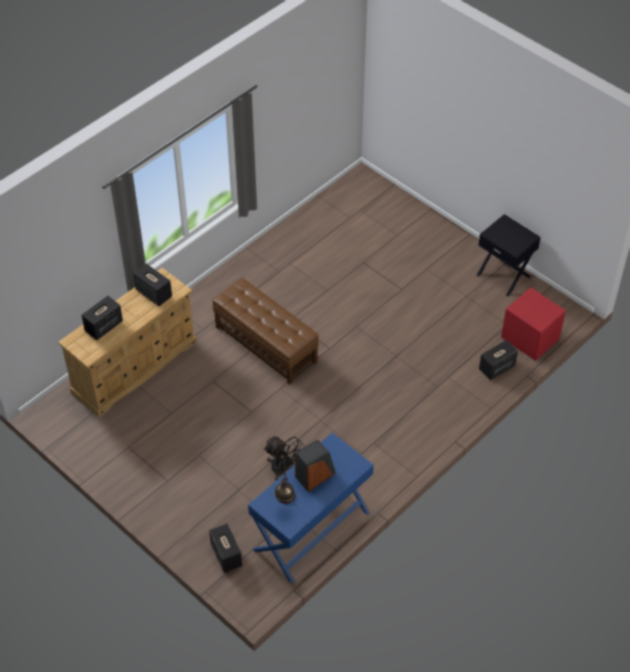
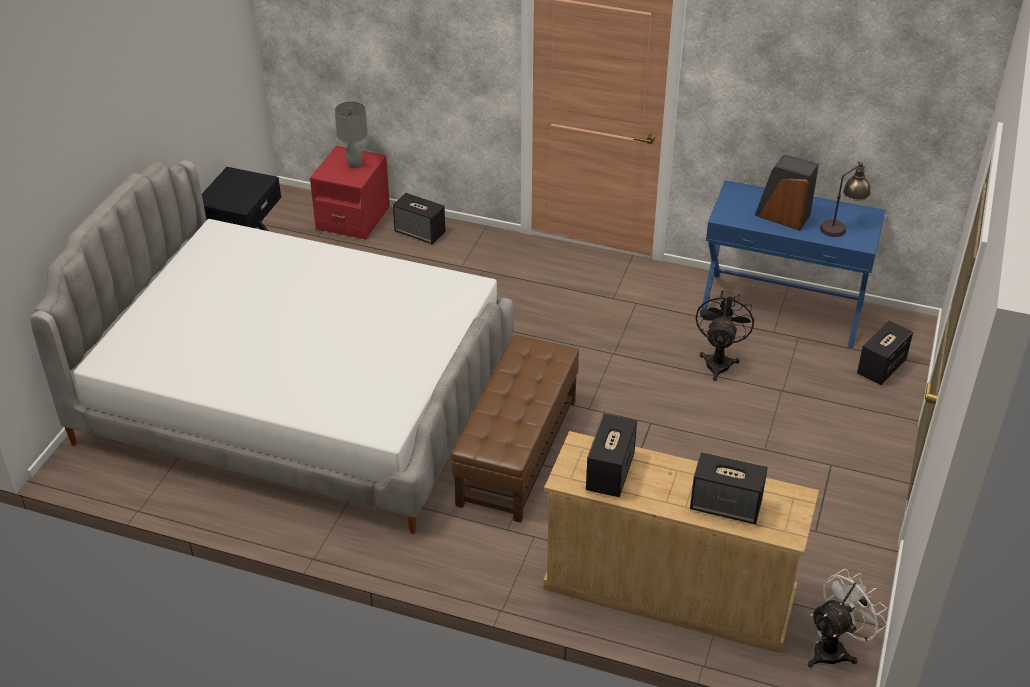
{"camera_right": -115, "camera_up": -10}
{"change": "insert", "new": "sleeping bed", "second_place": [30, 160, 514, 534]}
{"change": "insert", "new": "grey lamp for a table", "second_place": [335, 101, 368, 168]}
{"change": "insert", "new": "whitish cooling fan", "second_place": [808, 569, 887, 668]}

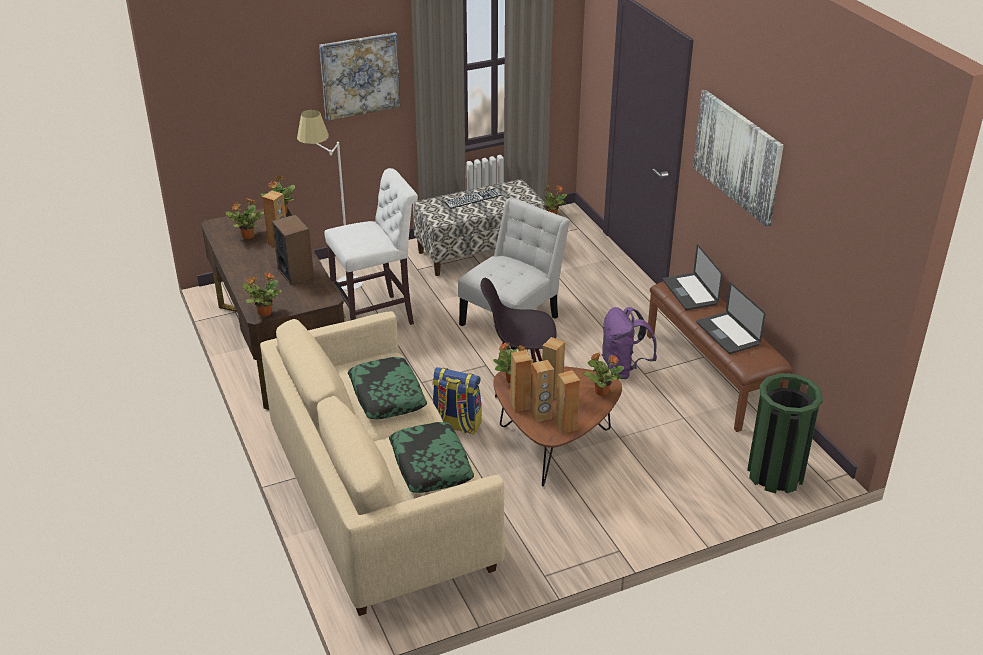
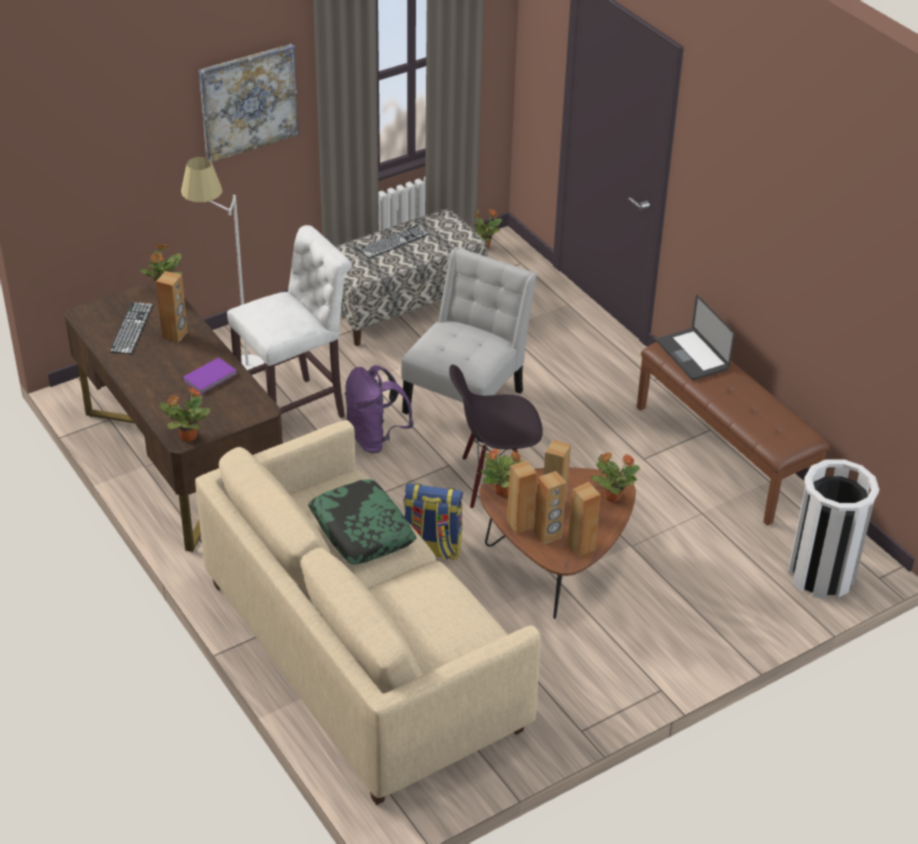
{"camera_right": -10, "camera_up": 5}
{"change": "replace", "old": "plant in a pot", "new": "PC keyboard", "first_place": [226, 198, 264, 239], "second_place": [109, 302, 153, 354]}
{"change": "replace", "old": "loudspeaker", "new": "purple-coloured book", "first_place": [272, 214, 314, 285], "second_place": [182, 357, 237, 394]}
{"change": "delete", "old": "cushion", "first_place": [389, 422, 474, 493]}
{"change": "move", "old": "purple-coloured knapsack", "first_place": [602, 307, 657, 379], "second_place": [345, 365, 414, 453]}
{"change": "delete", "old": "wall picture", "first_place": [693, 90, 784, 227]}
{"change": "delete", "old": "laptop", "first_place": [696, 283, 765, 354]}
{"change": "recolor", "old": "green trash can", "new": "whitish trash can", "first_place": [747, 373, 823, 493], "second_place": [788, 459, 879, 599]}

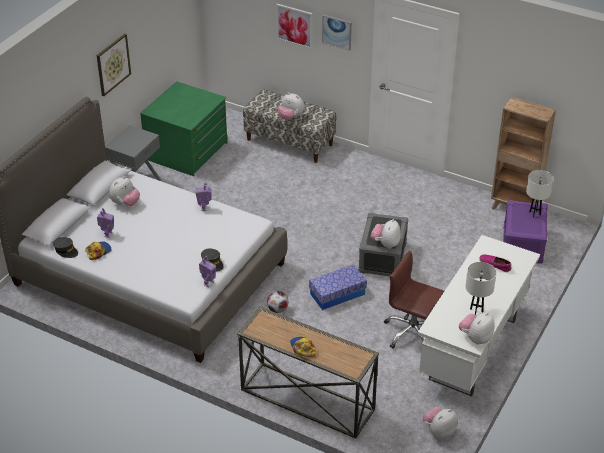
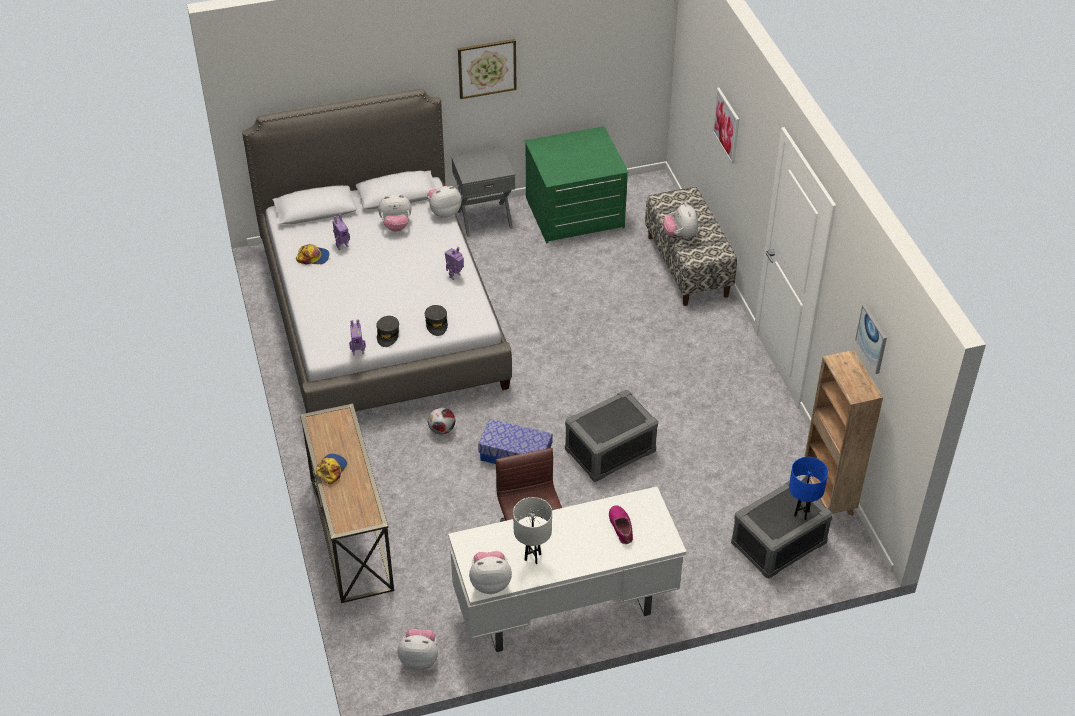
{"camera_right": 45, "camera_up": 5}
{"change": "move", "old": "grey baseball cap", "first_place": [53, 237, 78, 258], "second_place": [425, 305, 448, 336]}
{"change": "move", "old": "wall picture", "first_place": [322, 15, 352, 51], "second_place": [855, 304, 887, 374]}
{"change": "move", "old": "plush toy", "first_place": [371, 219, 400, 249], "second_place": [427, 186, 461, 218]}
{"change": "recolor", "old": "purple-coloured storage box", "new": "grey storage box", "first_place": [503, 200, 548, 264], "second_place": [731, 481, 833, 578]}
{"change": "recolor", "old": "whitish lamp for a table", "new": "bluish lamp for a table", "first_place": [526, 170, 554, 217], "second_place": [789, 457, 828, 520]}

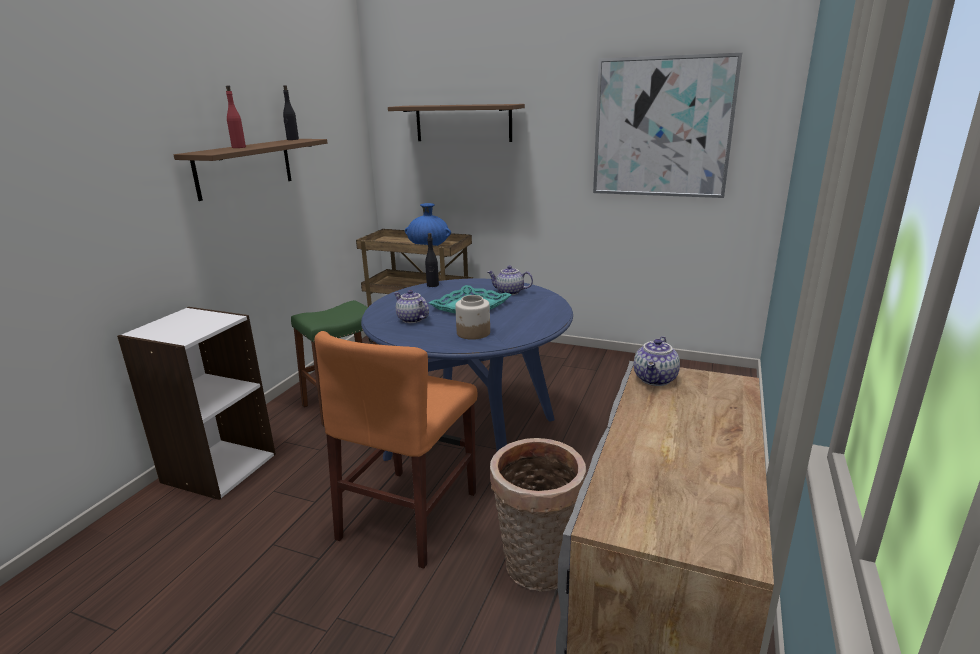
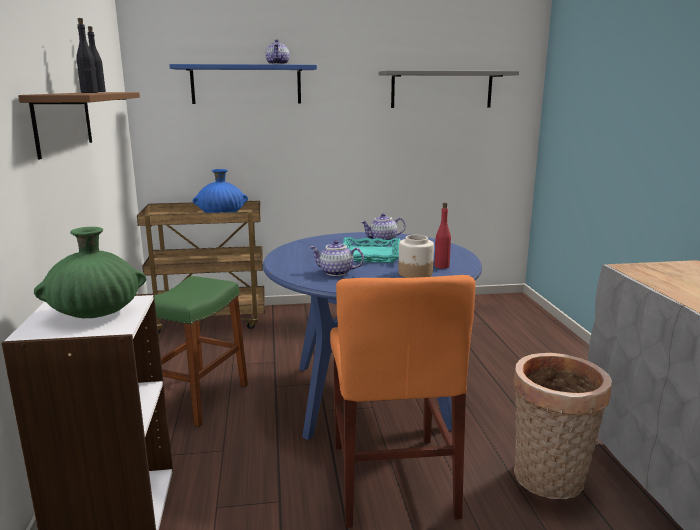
{"camera_right": -30, "camera_up": -5}
{"change": "move", "old": "red-coloured bottle", "first_place": [226, 86, 246, 148], "second_place": [434, 203, 451, 269]}
{"change": "recolor", "old": "brown bracket shelf", "new": "bluish bracket shelf", "first_place": [388, 104, 525, 142], "second_place": [169, 64, 317, 104]}
{"change": "move", "old": "black bottle", "first_place": [425, 233, 439, 287], "second_place": [76, 18, 98, 93]}
{"change": "replace", "old": "wall picture", "new": "grey bracket shelf", "first_place": [593, 53, 742, 198], "second_place": [379, 70, 519, 108]}
{"change": "move", "old": "pot for tea", "first_place": [634, 336, 680, 386], "second_place": [265, 39, 289, 65]}
{"change": "insert", "new": "green flower vase", "second_place": [34, 227, 146, 318]}

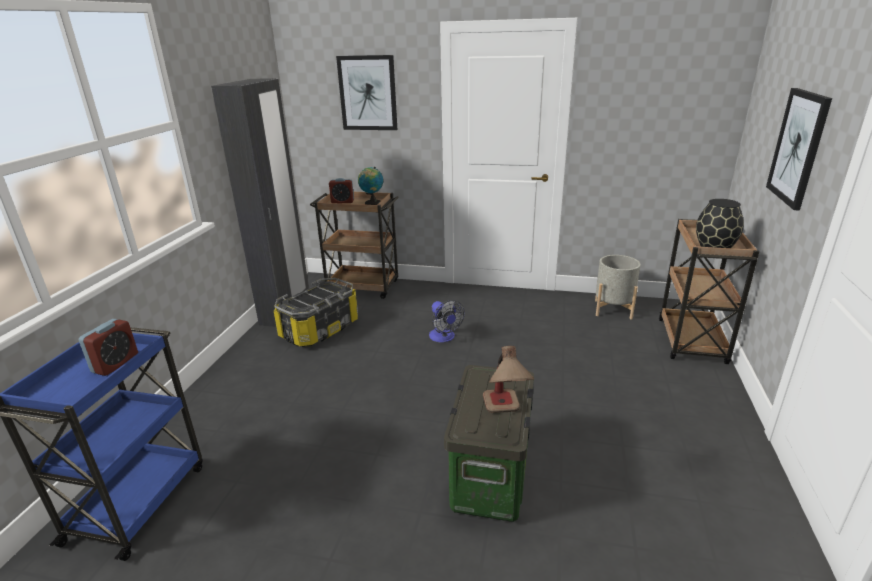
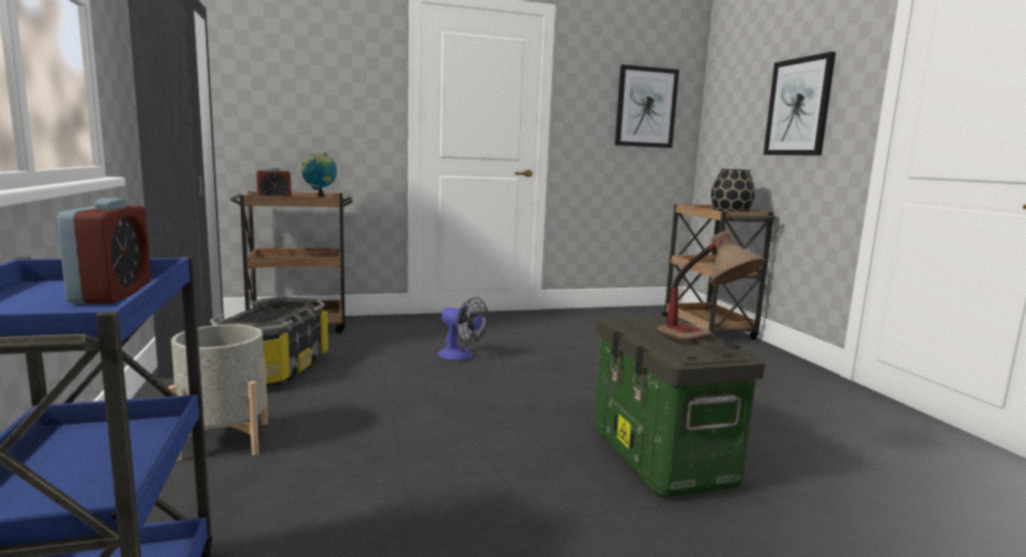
{"camera_right": -30, "camera_up": -15}
{"change": "move", "old": "wall picture", "first_place": [336, 55, 397, 130], "second_place": [615, 65, 679, 148]}
{"change": "move", "old": "grey plant pot", "first_place": [595, 255, 641, 319], "second_place": [168, 324, 268, 462]}

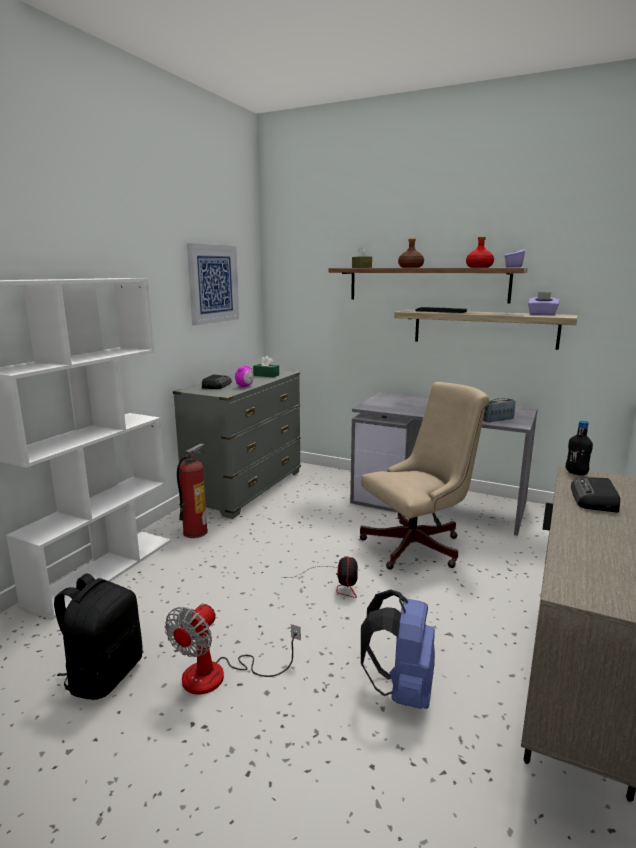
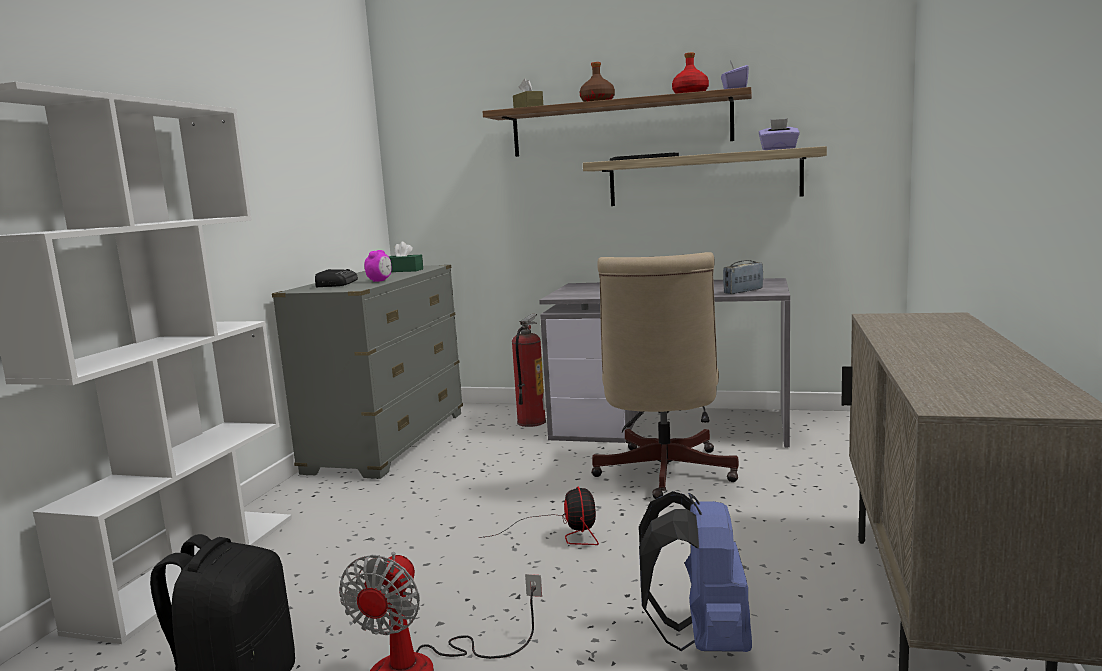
{"camera_right": -10, "camera_up": -5}
{"change": "move", "old": "extinguisher", "first_place": [177, 443, 208, 538], "second_place": [512, 314, 546, 427]}
{"change": "delete", "old": "wall picture", "first_place": [187, 243, 239, 325]}
{"change": "rotate", "old": "beige computer chair", "first_place": [360, 382, 489, 570], "second_place": [591, 252, 739, 499], "degrees": 135}
{"change": "delete", "old": "black bottle", "first_place": [566, 421, 593, 476]}
{"change": "delete", "old": "radio set", "first_place": [571, 477, 620, 513]}

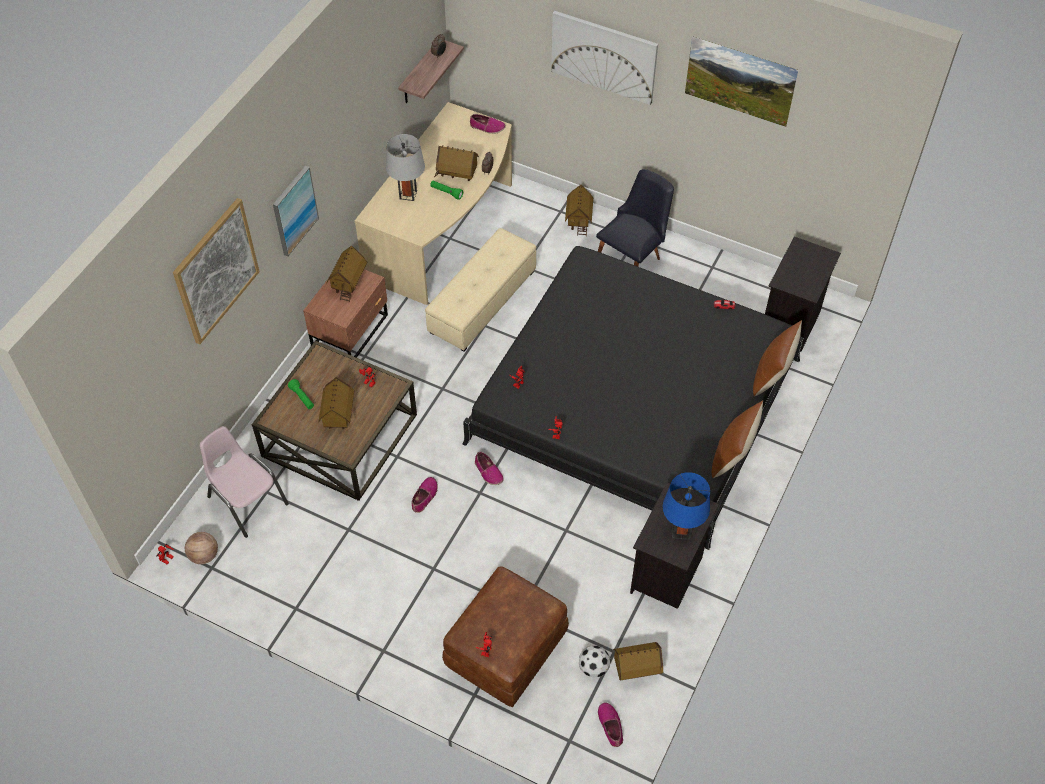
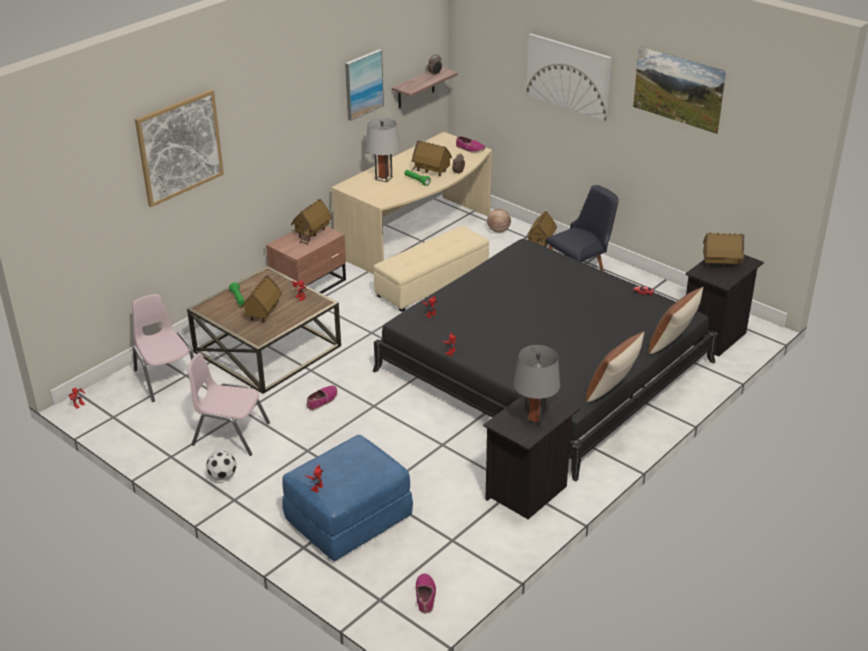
{"camera_right": 15, "camera_up": -20}
{"change": "move", "old": "basketball", "first_place": [185, 532, 218, 564], "second_place": [487, 209, 511, 233]}
{"change": "move", "old": "wall picture", "first_place": [273, 166, 319, 257], "second_place": [345, 49, 384, 121]}
{"change": "recolor", "old": "brown footrest", "new": "bluish footrest", "first_place": [442, 566, 569, 707], "second_place": [282, 435, 413, 561]}
{"change": "delete", "old": "low shoe", "first_place": [475, 452, 504, 485]}
{"change": "move", "old": "football", "first_place": [579, 645, 610, 678], "second_place": [206, 451, 237, 481]}
{"change": "move", "old": "model house", "first_place": [613, 642, 663, 681], "second_place": [703, 233, 744, 268]}
{"change": "recolor", "old": "bluish lamp for a table", "new": "grey lamp for a table", "first_place": [663, 472, 710, 540], "second_place": [513, 345, 560, 428]}
{"change": "insert", "new": "pinkish upright chair", "second_place": [187, 353, 270, 456]}

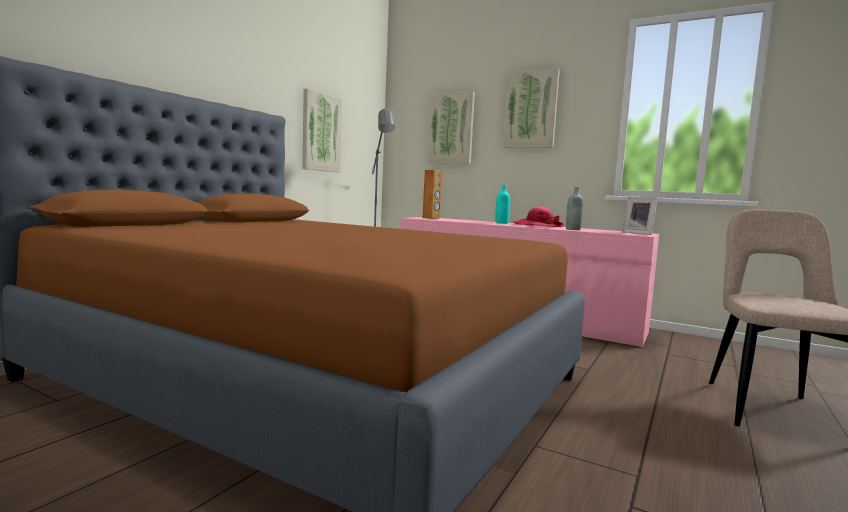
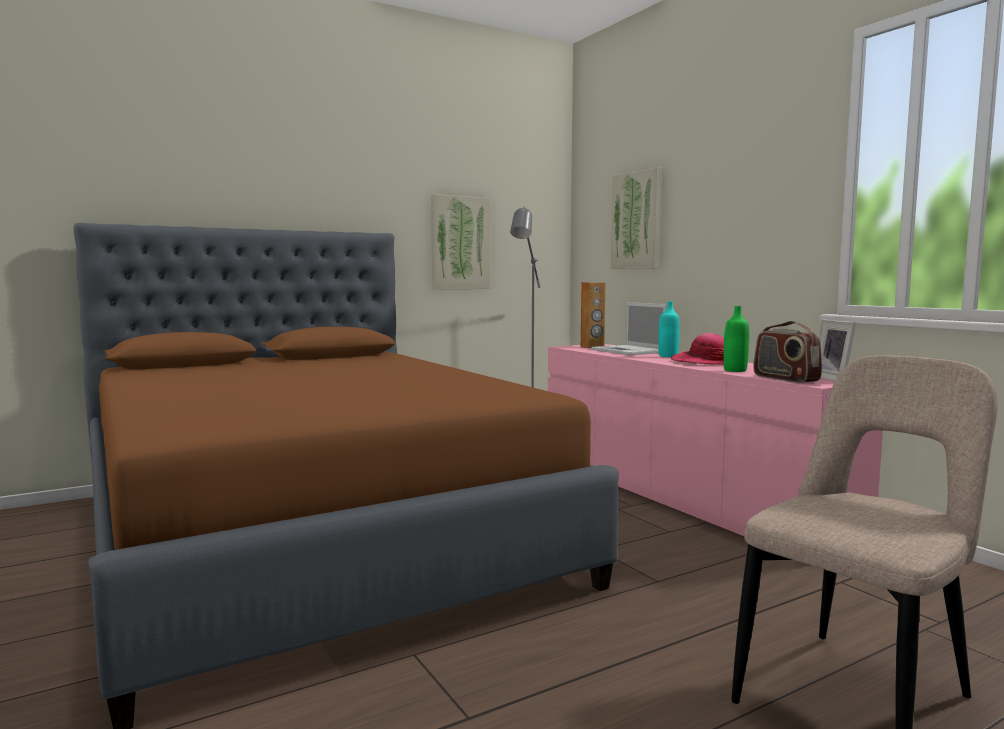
{"camera_right": 30, "camera_up": 0}
{"change": "delete", "old": "wall picture", "first_place": [503, 68, 560, 148]}
{"change": "recolor", "old": "grey bottle", "new": "green bottle", "first_place": [566, 187, 584, 230], "second_place": [723, 306, 749, 372]}
{"change": "insert", "new": "laptop", "second_place": [592, 302, 667, 355]}
{"change": "insert", "new": "radio set", "second_place": [753, 321, 822, 383]}

